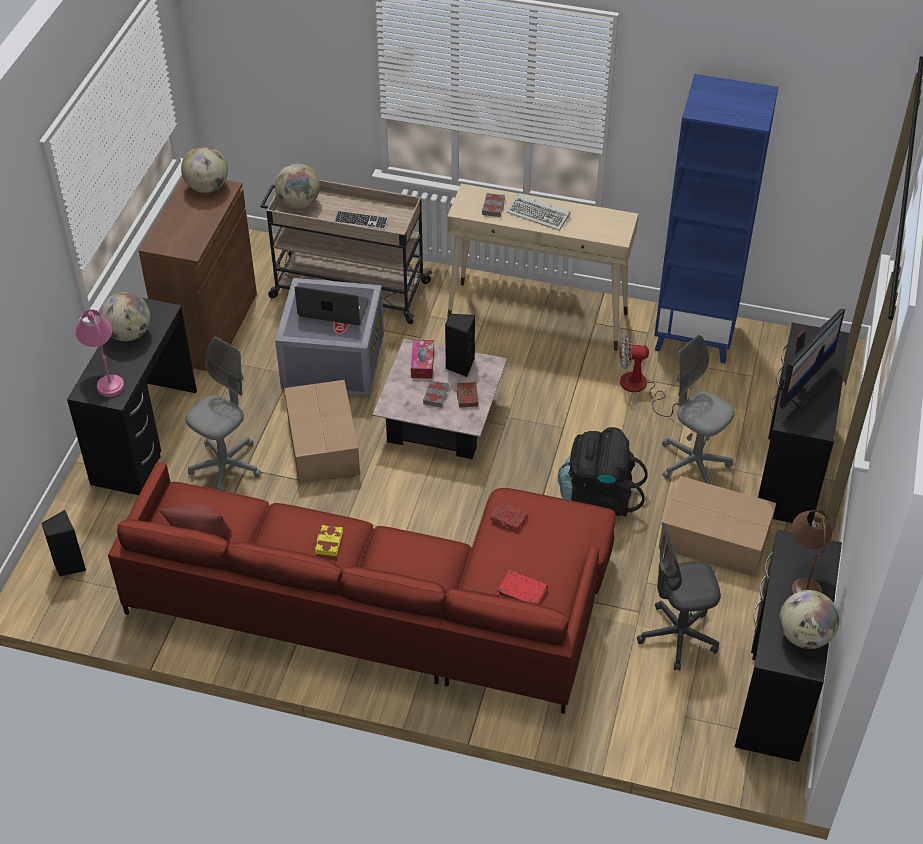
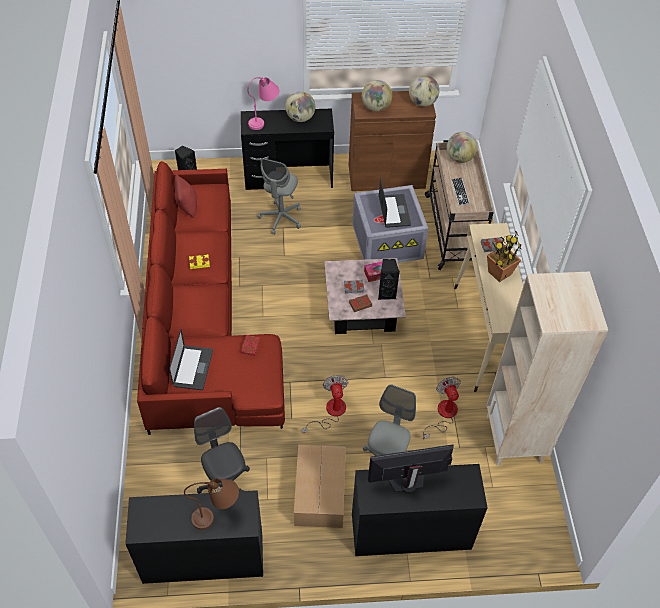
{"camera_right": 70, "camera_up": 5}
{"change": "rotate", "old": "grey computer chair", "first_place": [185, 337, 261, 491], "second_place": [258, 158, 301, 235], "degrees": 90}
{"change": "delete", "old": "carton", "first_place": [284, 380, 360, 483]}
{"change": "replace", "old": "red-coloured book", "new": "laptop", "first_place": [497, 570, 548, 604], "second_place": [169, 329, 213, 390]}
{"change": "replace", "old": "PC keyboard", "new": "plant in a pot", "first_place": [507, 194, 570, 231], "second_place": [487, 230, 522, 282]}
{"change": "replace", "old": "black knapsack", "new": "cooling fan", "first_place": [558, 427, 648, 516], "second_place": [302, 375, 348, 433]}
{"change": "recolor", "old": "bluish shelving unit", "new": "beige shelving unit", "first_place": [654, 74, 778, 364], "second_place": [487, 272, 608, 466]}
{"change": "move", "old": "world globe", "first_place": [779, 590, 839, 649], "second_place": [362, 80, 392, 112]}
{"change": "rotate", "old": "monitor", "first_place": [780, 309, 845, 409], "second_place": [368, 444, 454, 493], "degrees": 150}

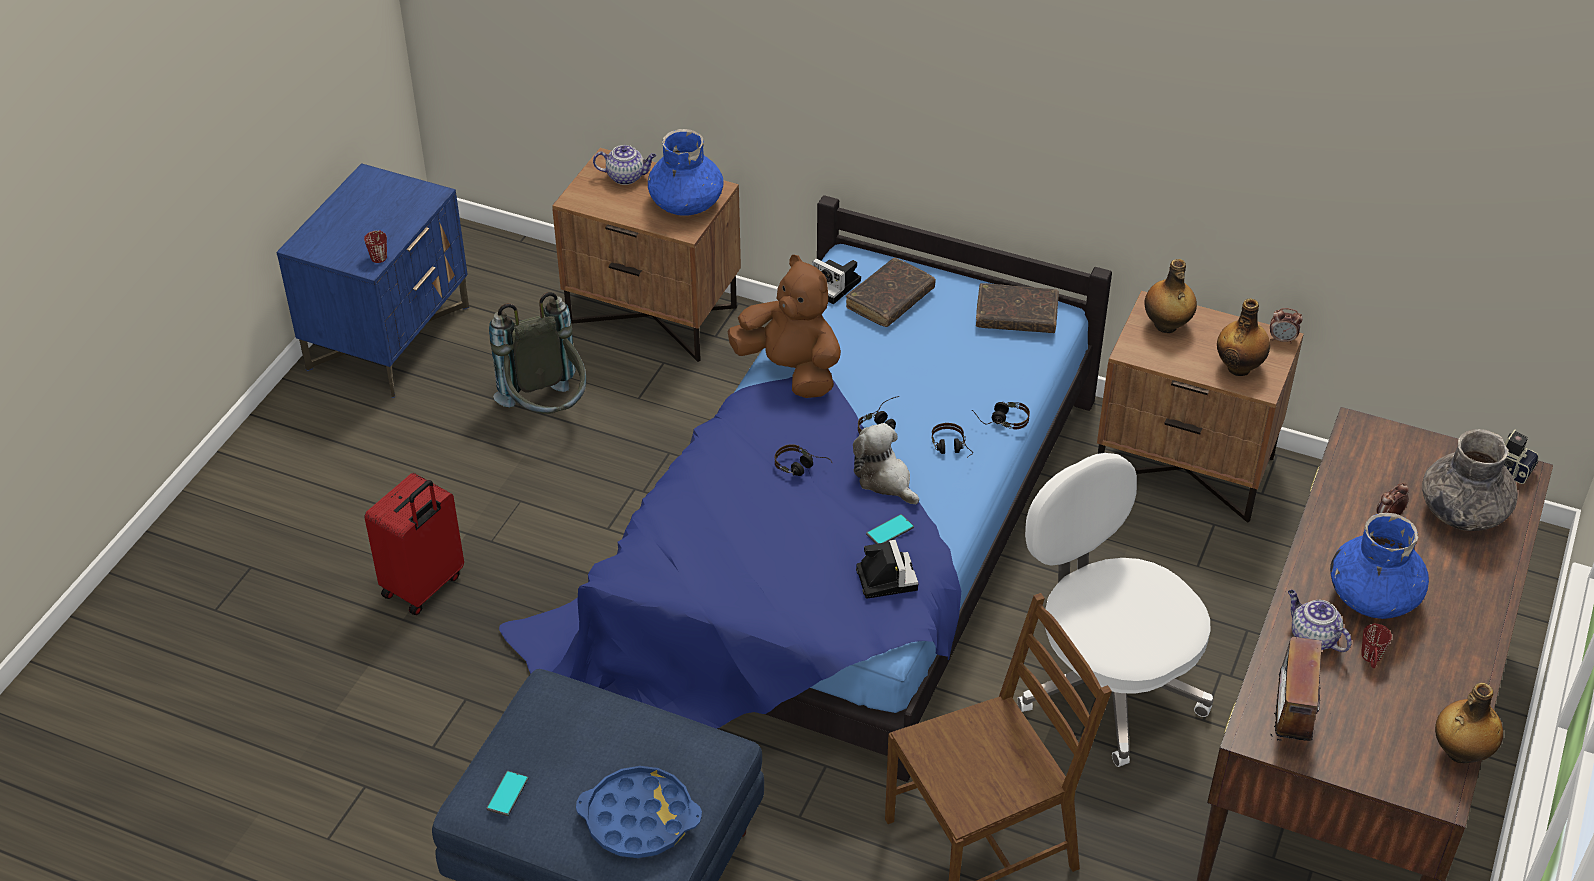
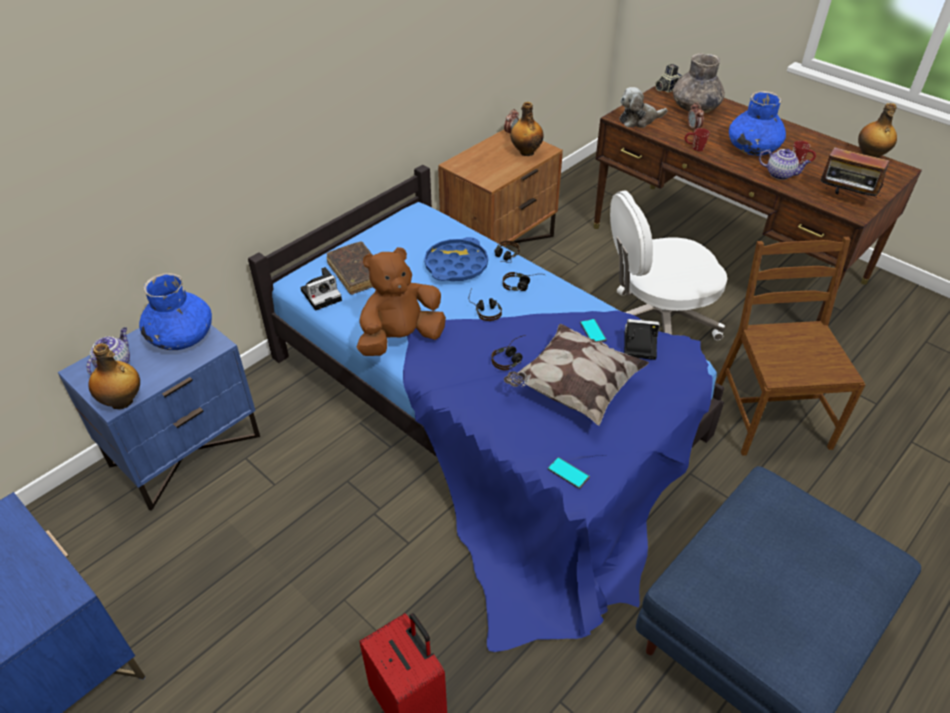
{"camera_right": -70, "camera_up": 0}
{"change": "move", "old": "red-coloured coffee mug", "first_place": [364, 230, 387, 263], "second_place": [685, 128, 710, 151]}
{"change": "move", "old": "phone", "first_place": [486, 771, 529, 816], "second_place": [548, 457, 590, 489]}
{"change": "delete", "old": "grey knapsack", "first_place": [489, 292, 586, 414]}
{"change": "recolor", "old": "brown nightstand", "new": "bluish nightstand", "first_place": [552, 148, 741, 362], "second_place": [58, 325, 260, 511]}
{"change": "move", "old": "bluish carrying tray", "first_place": [576, 766, 702, 858], "second_place": [424, 237, 488, 281]}
{"change": "move", "old": "plush toy", "first_place": [853, 423, 919, 504], "second_place": [619, 87, 667, 128]}
{"change": "delete", "old": "brown book", "first_place": [976, 283, 1059, 333]}
{"change": "move", "old": "bottle", "first_place": [1145, 259, 1197, 333], "second_place": [88, 343, 140, 409]}
{"change": "rotate", "old": "pot for tea", "first_place": [1288, 590, 1352, 652], "second_place": [759, 149, 811, 180], "degrees": -135}
{"change": "insert", "new": "cushion", "second_place": [504, 324, 649, 426]}

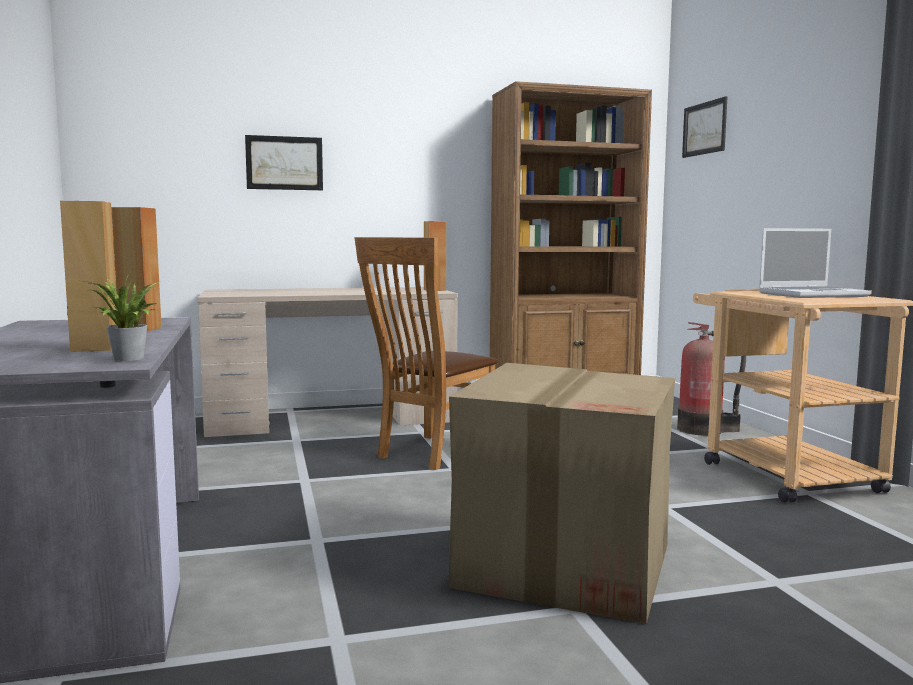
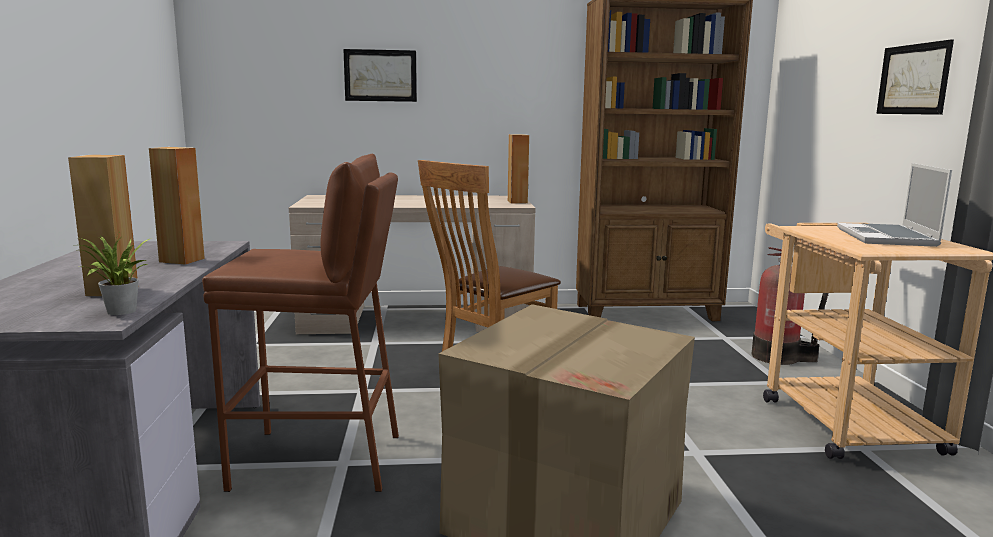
{"camera_right": 10, "camera_up": 5}
{"change": "move", "old": "wall picture", "first_place": [682, 96, 728, 158], "second_place": [876, 39, 954, 115]}
{"change": "rotate", "old": "laptop", "first_place": [759, 228, 872, 298], "second_place": [837, 163, 952, 247], "degrees": 105}
{"change": "insert", "new": "brown stool", "second_place": [202, 153, 399, 492]}

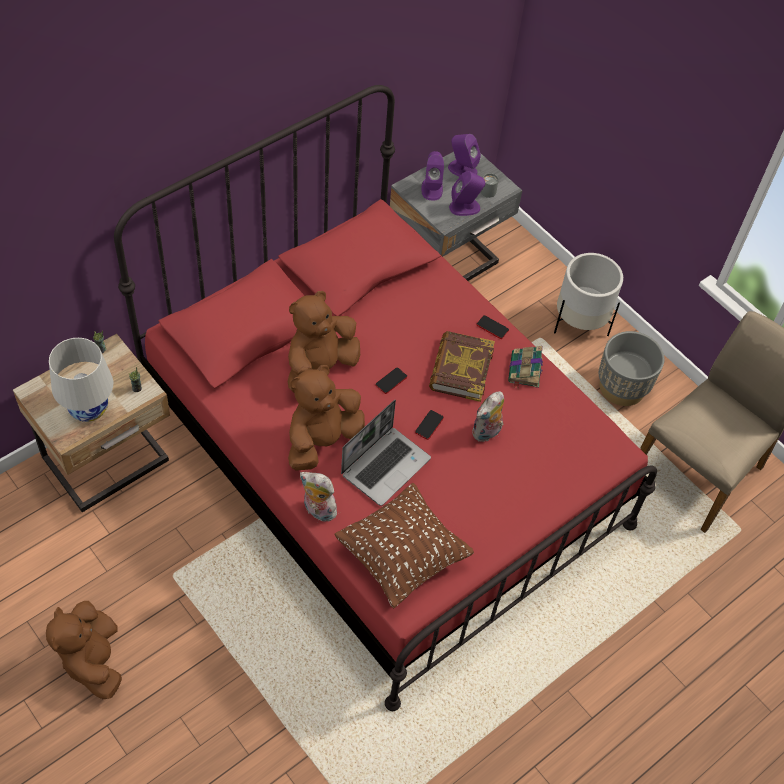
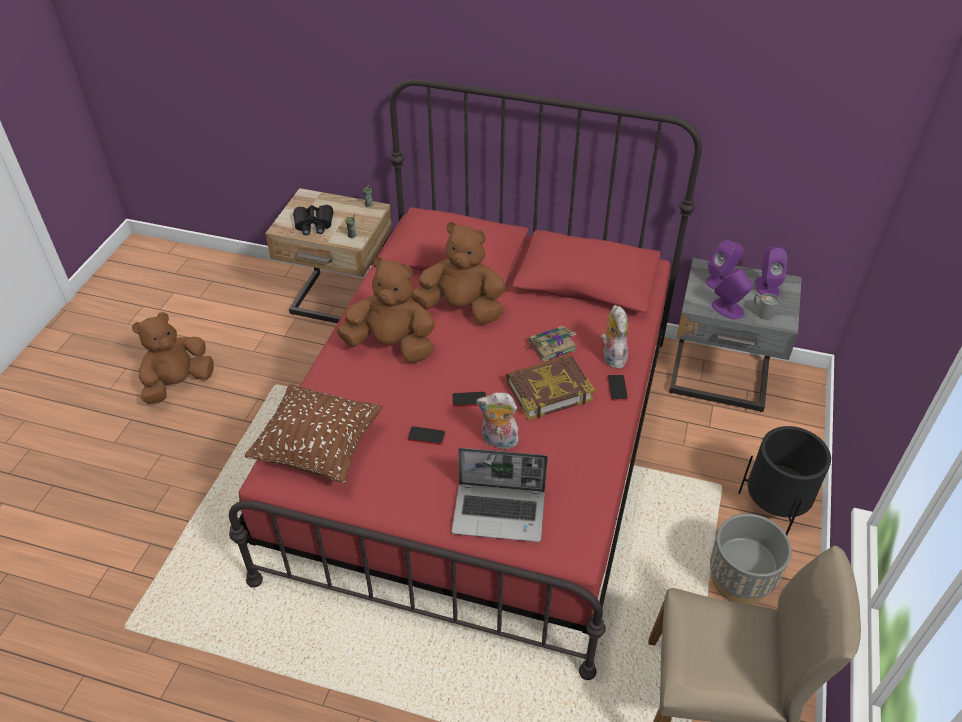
{"camera_right": 60, "camera_up": -10}
{"change": "replace", "old": "whitish lamp for a table", "new": "black binoculars", "first_place": [49, 338, 113, 422], "second_place": [293, 205, 333, 235]}
{"change": "move", "old": "plush toy", "first_place": [300, 472, 339, 522], "second_place": [601, 305, 629, 369]}
{"change": "move", "old": "laptop", "first_place": [341, 400, 431, 506], "second_place": [452, 448, 548, 542]}
{"change": "move", "old": "phone", "first_place": [375, 367, 407, 394], "second_place": [408, 426, 445, 445]}
{"change": "move", "old": "book", "first_place": [508, 346, 543, 389], "second_place": [525, 326, 577, 362]}
{"change": "recolor", "old": "whitish plant pot", "new": "black plant pot", "first_place": [554, 253, 623, 336], "second_place": [738, 426, 831, 535]}

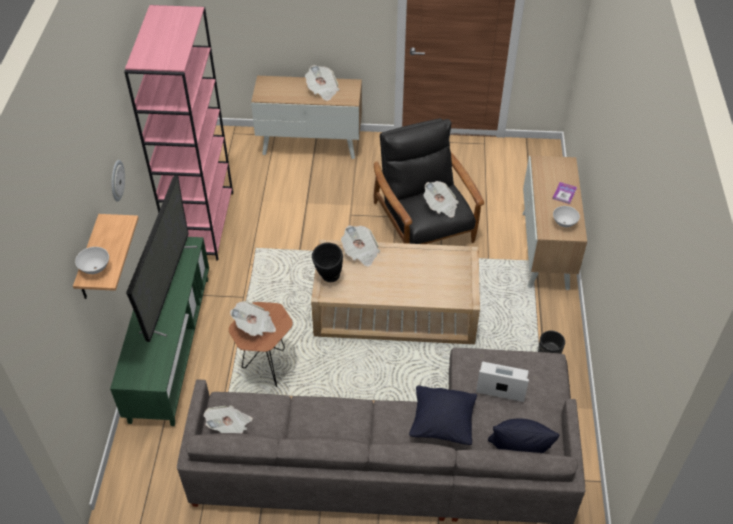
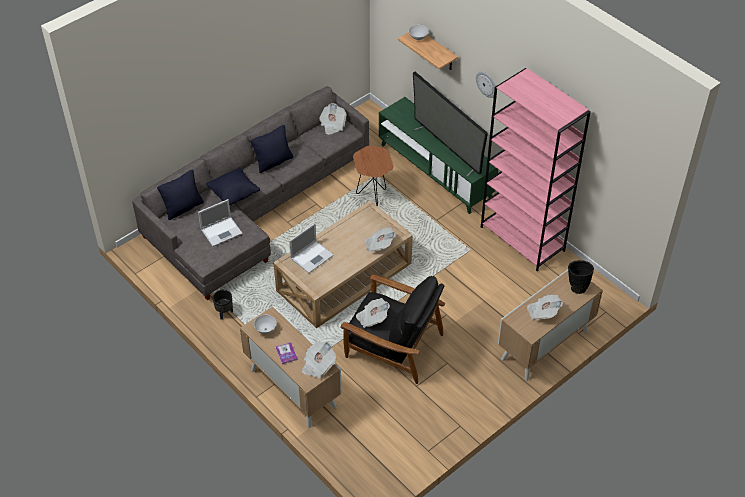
{"camera_right": 135, "camera_up": 0}
{"change": "move", "old": "daily paper", "first_place": [230, 301, 276, 336], "second_place": [302, 341, 336, 378]}
{"change": "move", "old": "black flower vase", "first_place": [312, 242, 343, 282], "second_place": [568, 260, 594, 294]}
{"change": "insert", "new": "black cushion", "second_place": [251, 125, 293, 173]}
{"change": "insert", "new": "laptop", "second_place": [289, 223, 334, 273]}

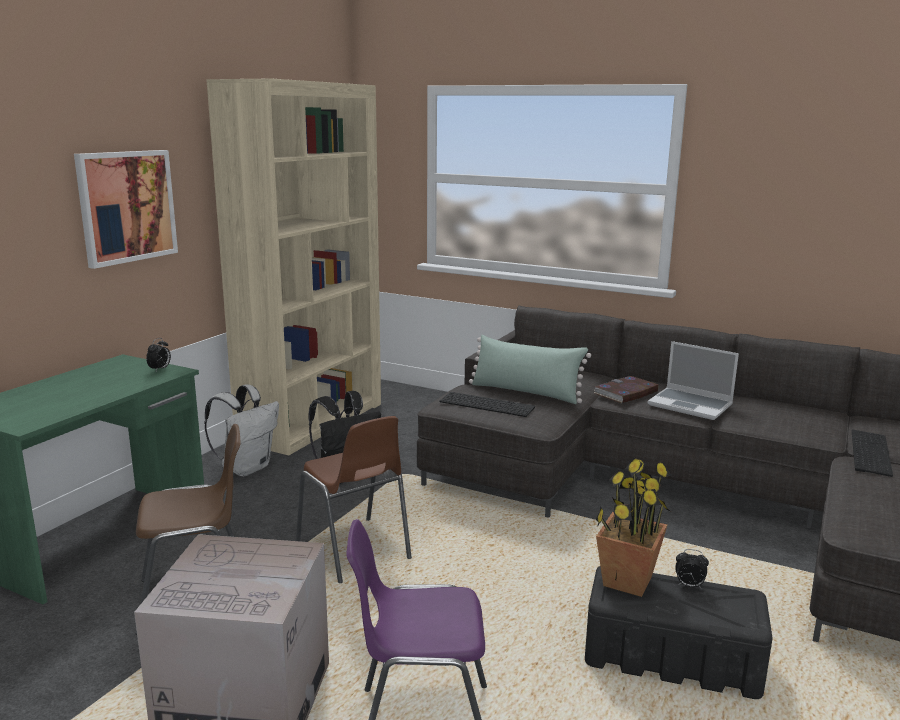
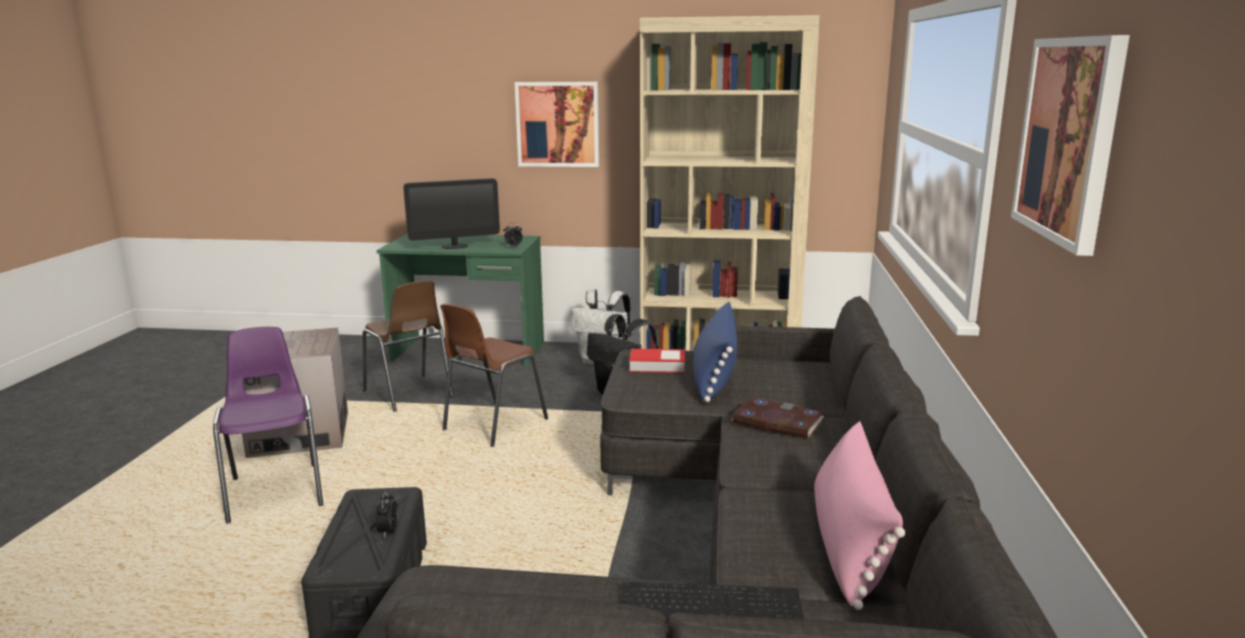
{"camera_right": 70, "camera_up": 0}
{"change": "replace", "old": "PC keyboard", "new": "book", "first_place": [440, 392, 535, 417], "second_place": [629, 349, 685, 373]}
{"change": "recolor", "old": "green cushion", "new": "bluish cushion", "first_place": [469, 335, 591, 404], "second_place": [693, 302, 737, 402]}
{"change": "delete", "old": "plant in a pot", "first_place": [596, 457, 672, 597]}
{"change": "delete", "old": "laptop", "first_place": [648, 341, 739, 420]}
{"change": "insert", "new": "monitor", "second_place": [403, 178, 500, 249]}
{"change": "insert", "new": "pinkish cushion", "second_place": [814, 421, 905, 610]}
{"change": "insert", "new": "wall picture", "second_place": [1011, 35, 1130, 256]}

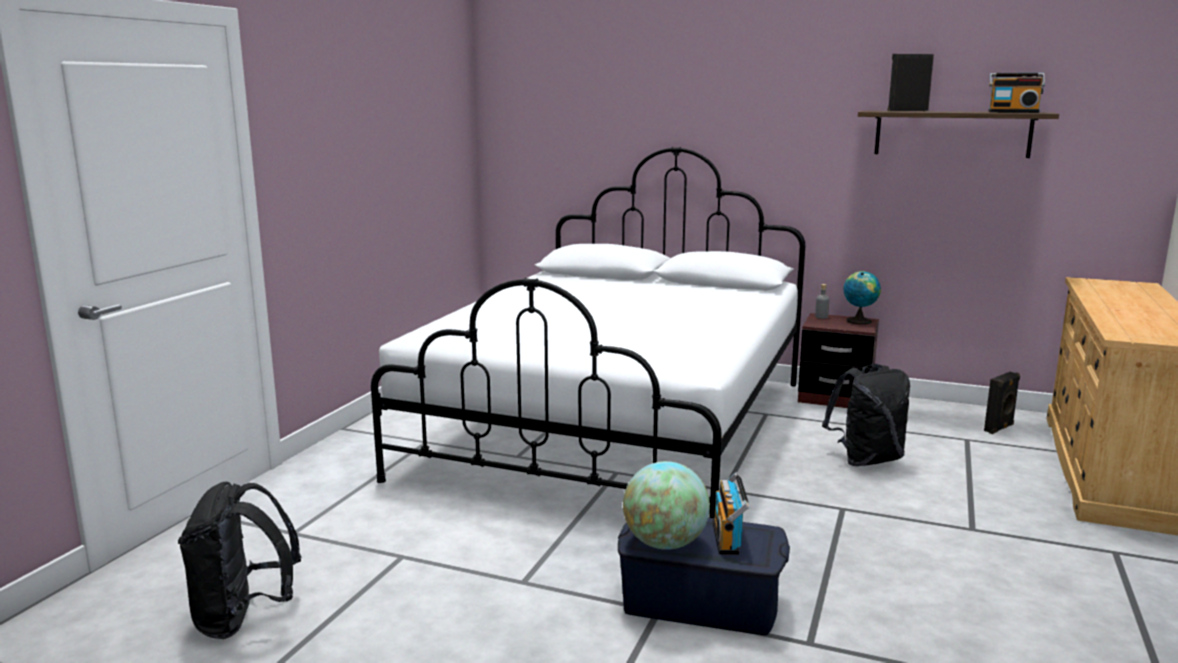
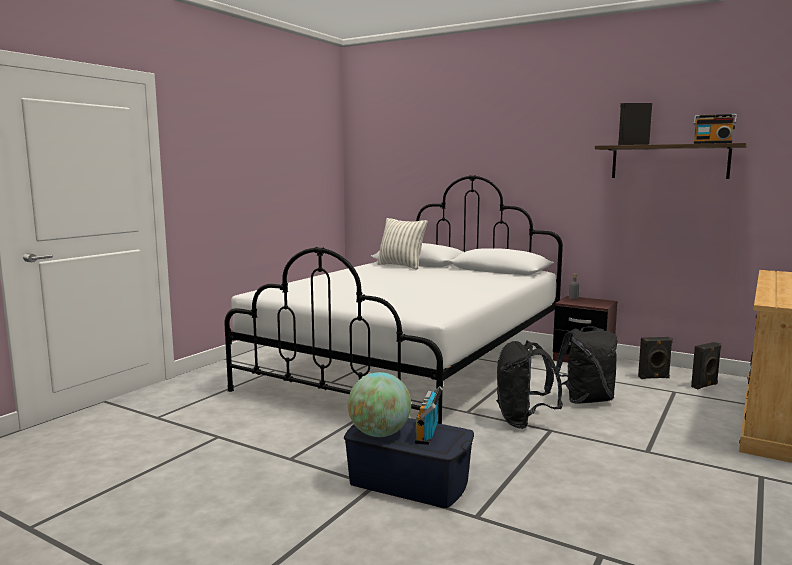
{"camera_right": 10, "camera_up": -5}
{"change": "move", "old": "black knapsack", "first_place": [178, 482, 302, 639], "second_place": [496, 340, 563, 429]}
{"change": "delete", "old": "world globe", "first_place": [843, 271, 881, 325]}
{"change": "insert", "new": "cushion", "second_place": [377, 218, 427, 270]}
{"change": "insert", "new": "black loudspeaker", "second_place": [638, 337, 673, 379]}

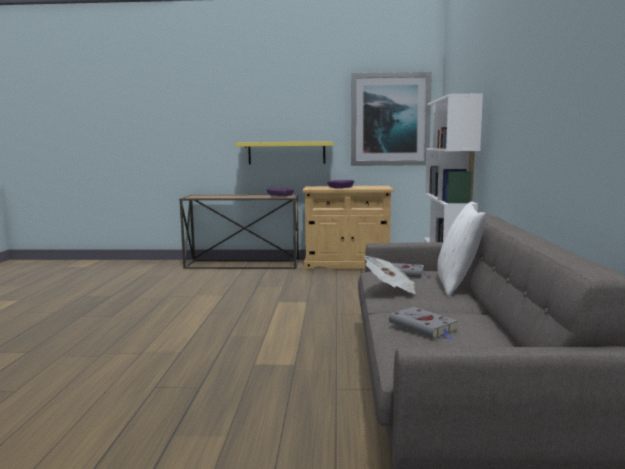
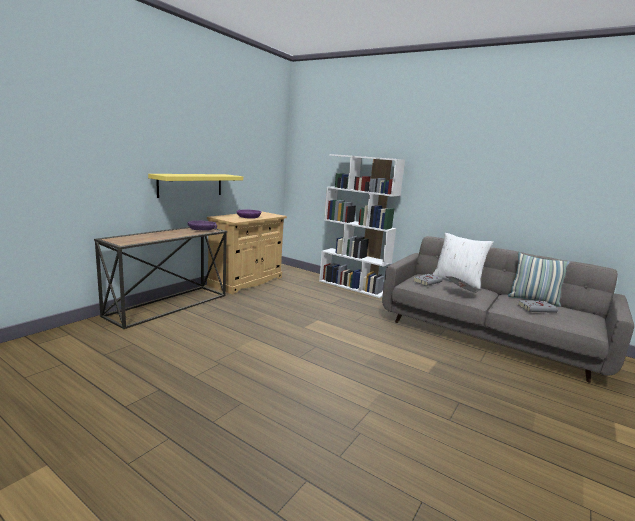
{"camera_right": -60, "camera_up": 5}
{"change": "delete", "old": "wall picture", "first_place": [351, 72, 432, 166]}
{"change": "insert", "new": "cushion", "second_place": [508, 252, 570, 307]}

